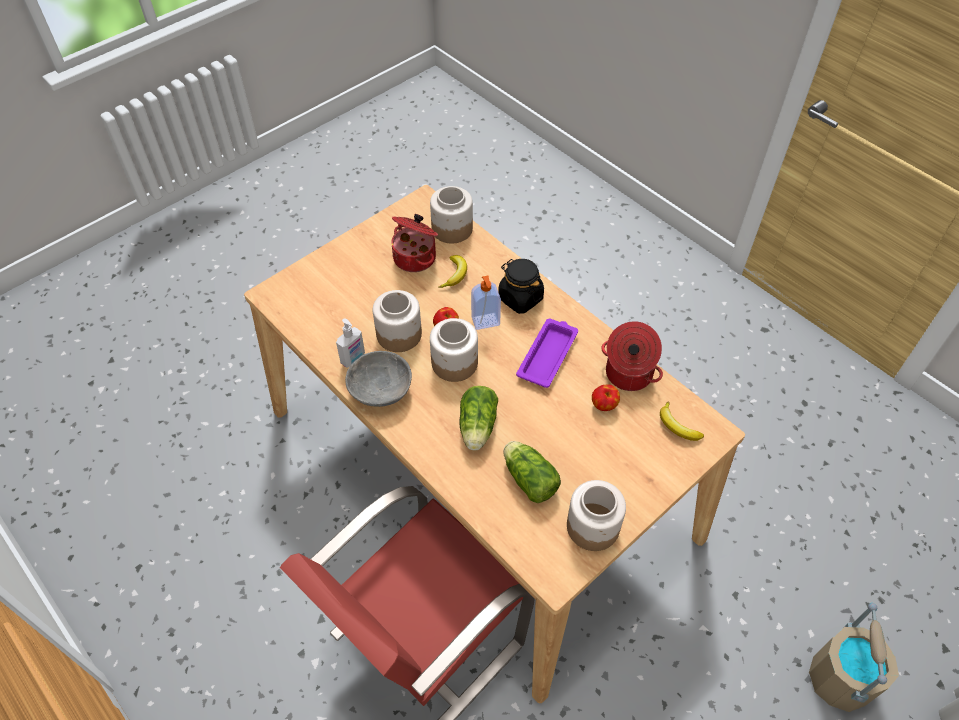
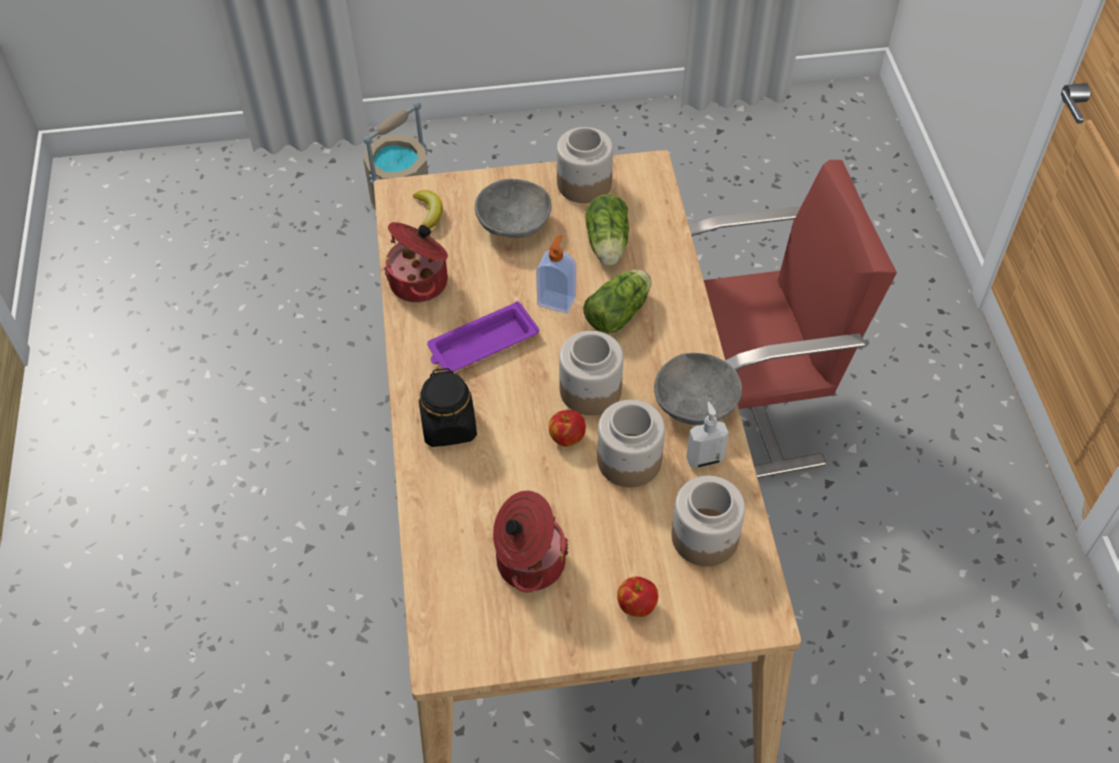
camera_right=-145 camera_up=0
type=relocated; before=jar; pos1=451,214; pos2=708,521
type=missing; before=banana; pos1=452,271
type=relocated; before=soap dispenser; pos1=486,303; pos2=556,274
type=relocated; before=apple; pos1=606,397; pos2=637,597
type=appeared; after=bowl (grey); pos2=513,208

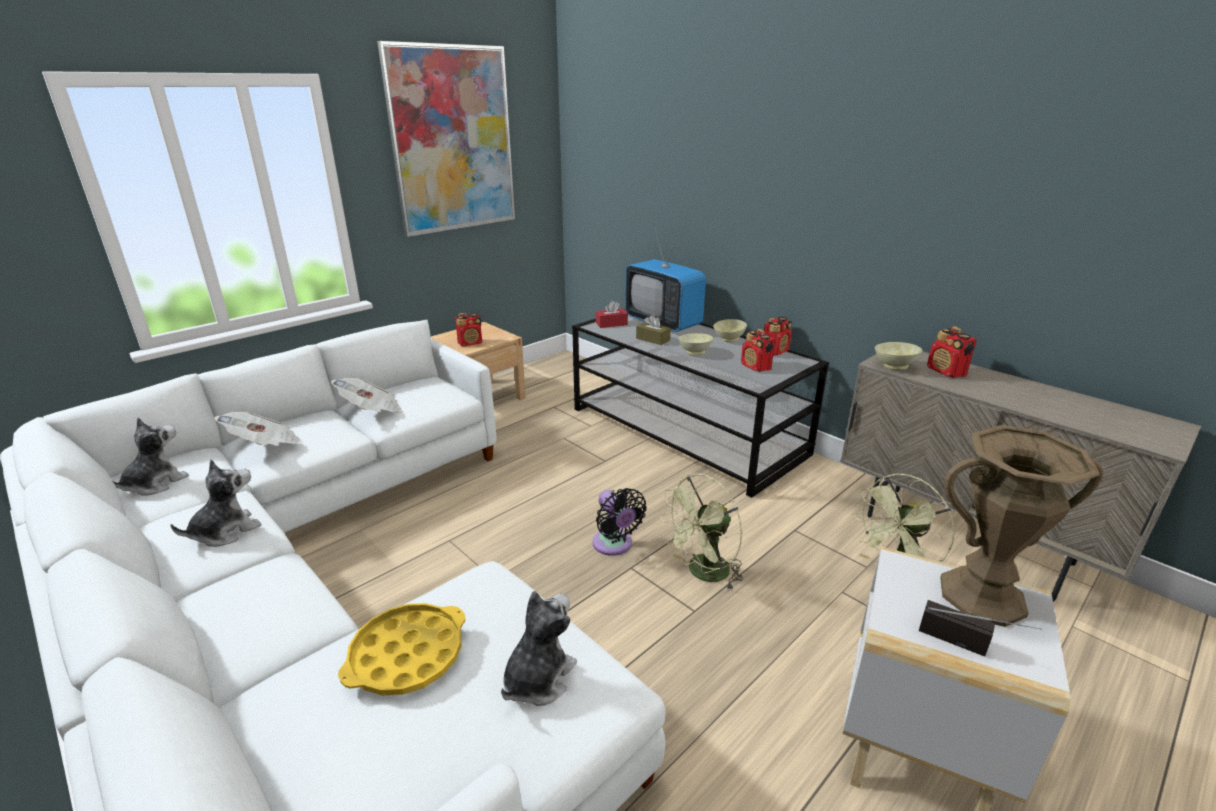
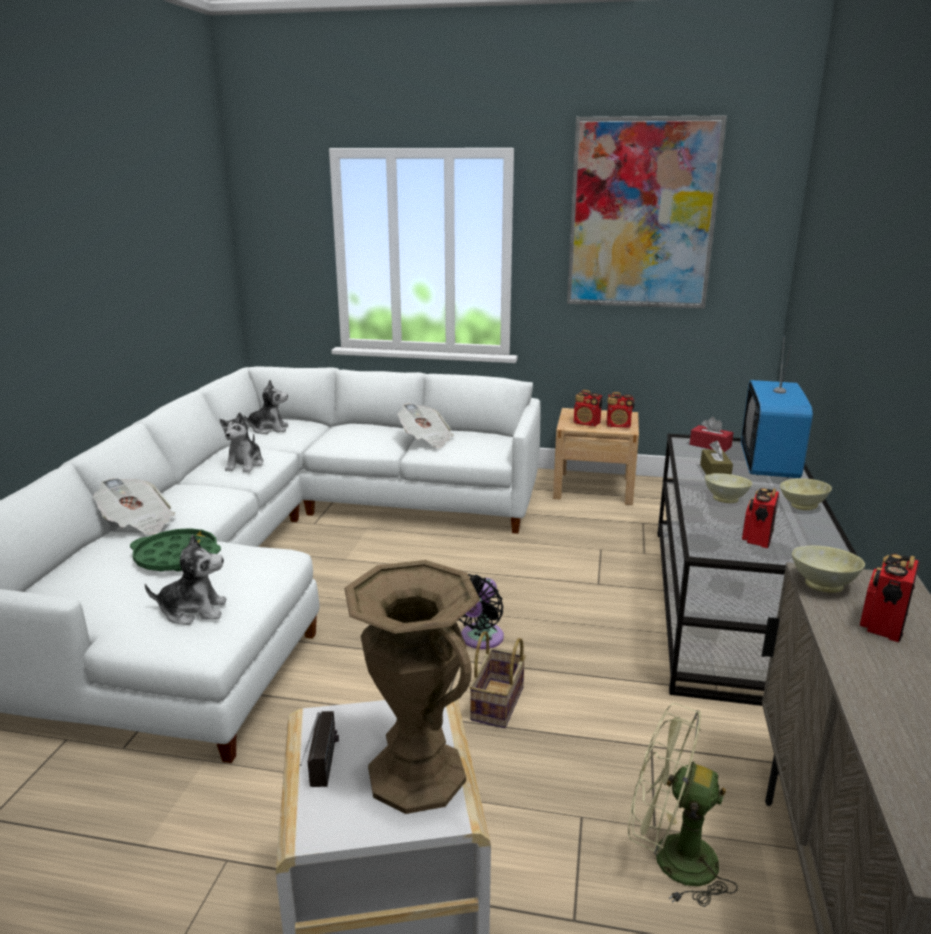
camera_right=55 camera_up=-5
type=spun; before=plush toy; pos1=216,503; pos2=242,442; turn=90
type=relocated; before=newspaper; pos1=258,428; pos2=134,506
type=colour; before=tray (yellow); after=tray (green); pos1=401,649; pos2=175,549
type=exchanged; before=fan (green); after=basket; pos1=701,531; pos2=497,679
type=relocated; before=radio; pos1=778,336; pos2=620,410

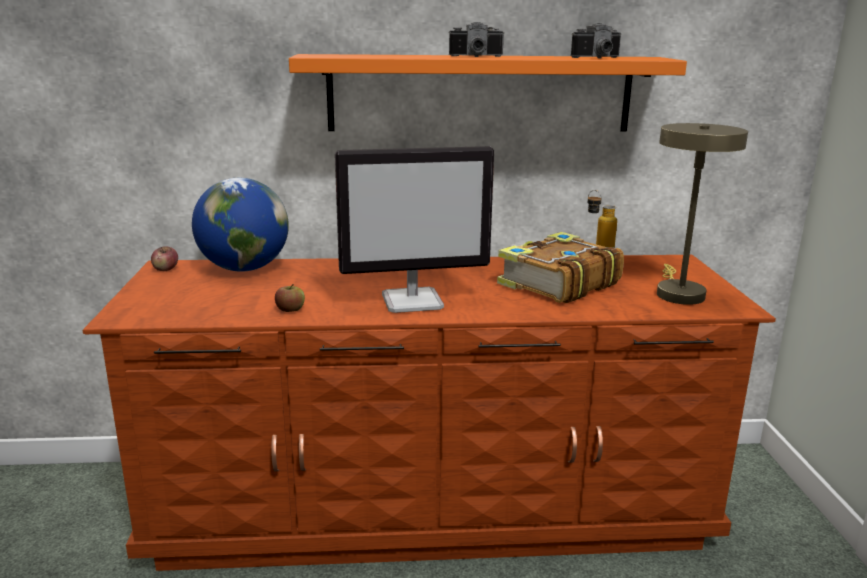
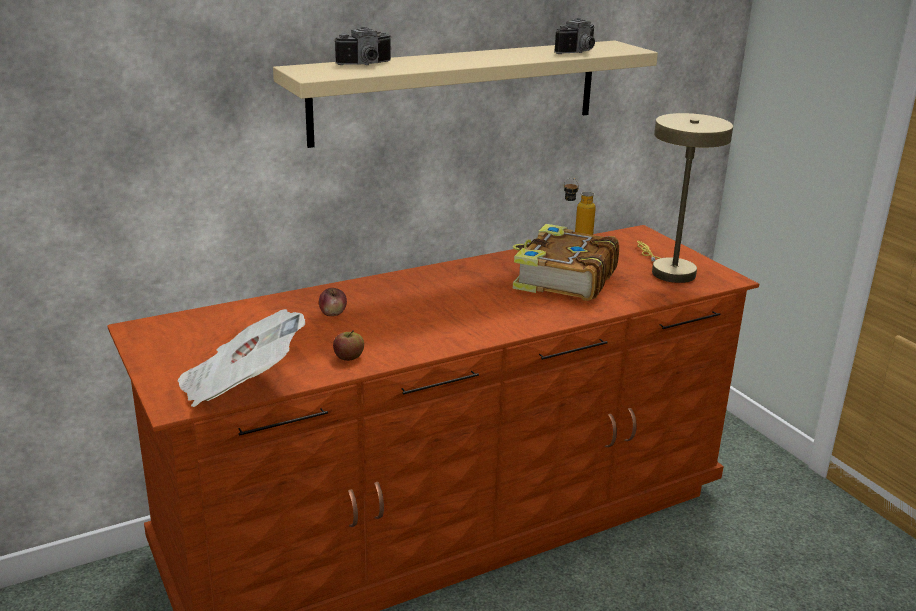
camera_right=-25 camera_up=5
type=relocated; before=apple; pos1=164,258; pos2=333,302
type=missing; before=globe; pos1=240,225
type=colour; before=shelf (orange); after=shelf (beige); pos1=488,92; pos2=465,94
type=missing; before=monitor; pos1=414,229
type=relocated; before=photo camera; pos1=476,39; pos2=362,46
type=appeared; after=newspaper; pos2=241,358

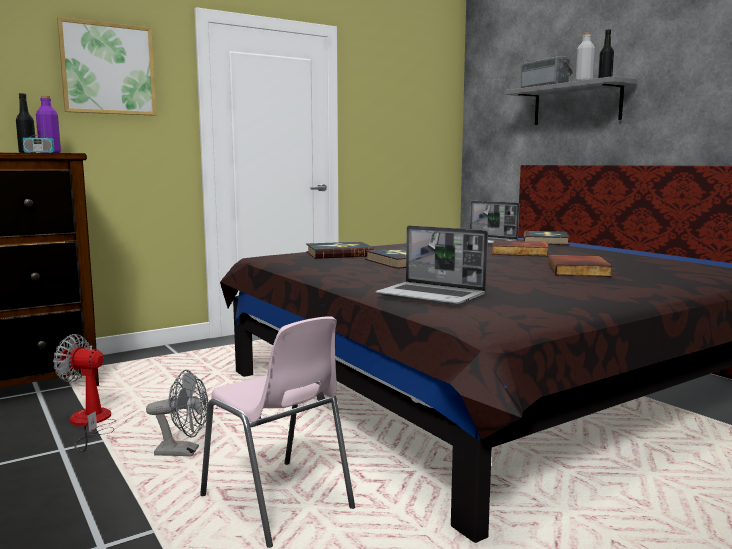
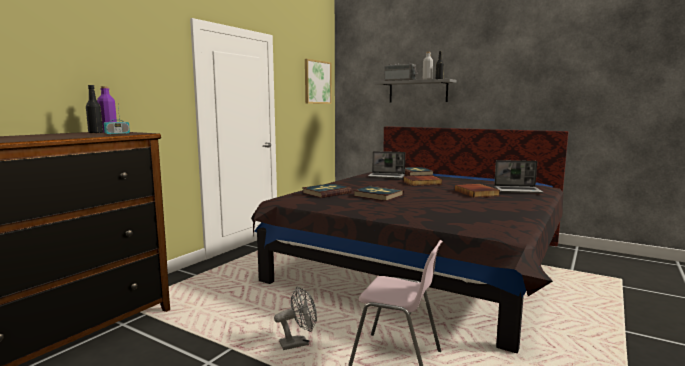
camera_right=-25 camera_up=0
type=missing; before=fan; pos1=84,393
type=relocated; before=picture; pos1=107,66; pos2=318,81
type=relocated; before=laptop; pos1=431,265; pos2=518,176

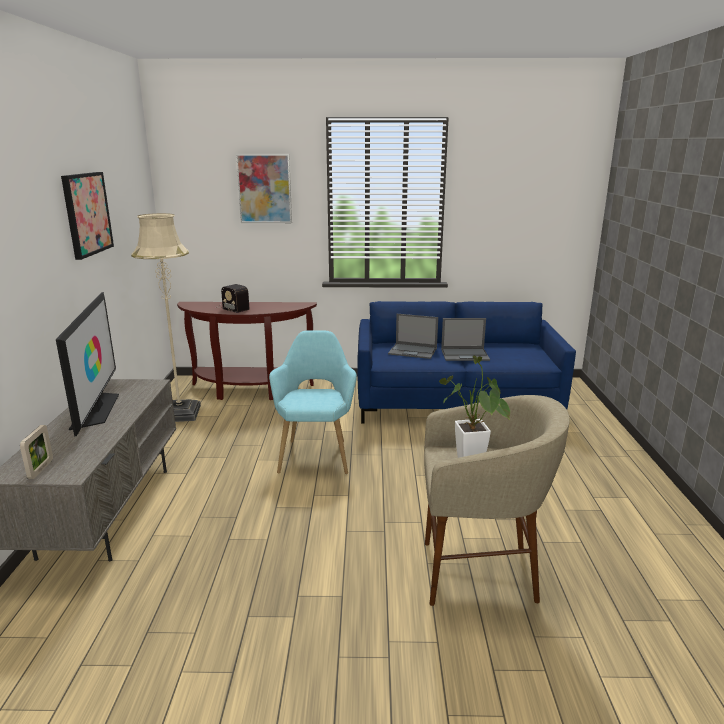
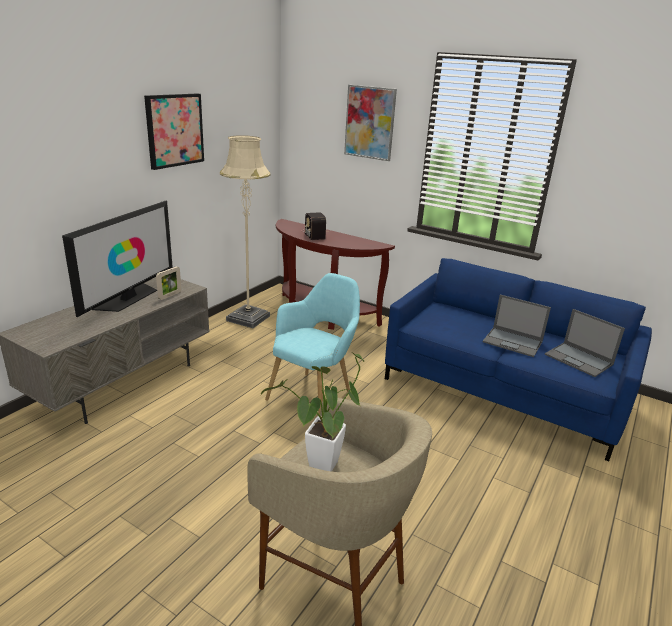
camera_right=30 camera_up=5
type=relocated; before=picture frame; pos1=36,452; pos2=168,283
type=relocated; before=laptop; pos1=413,336; pos2=585,343

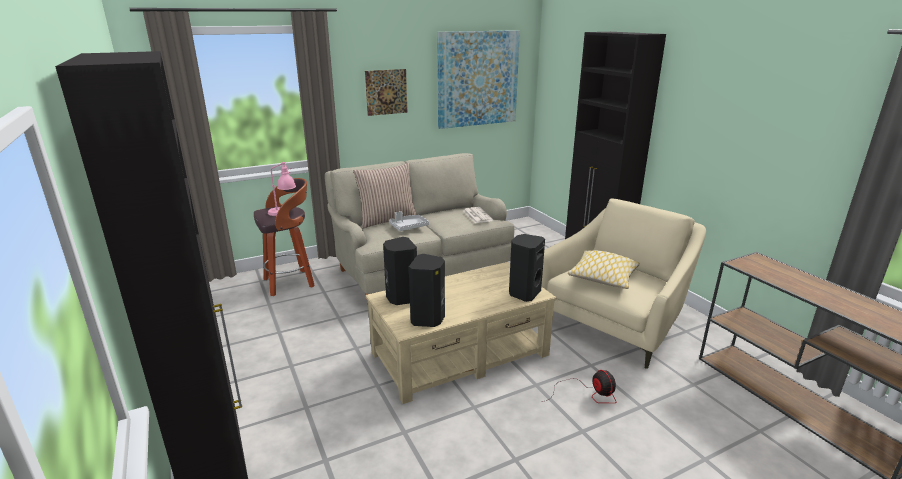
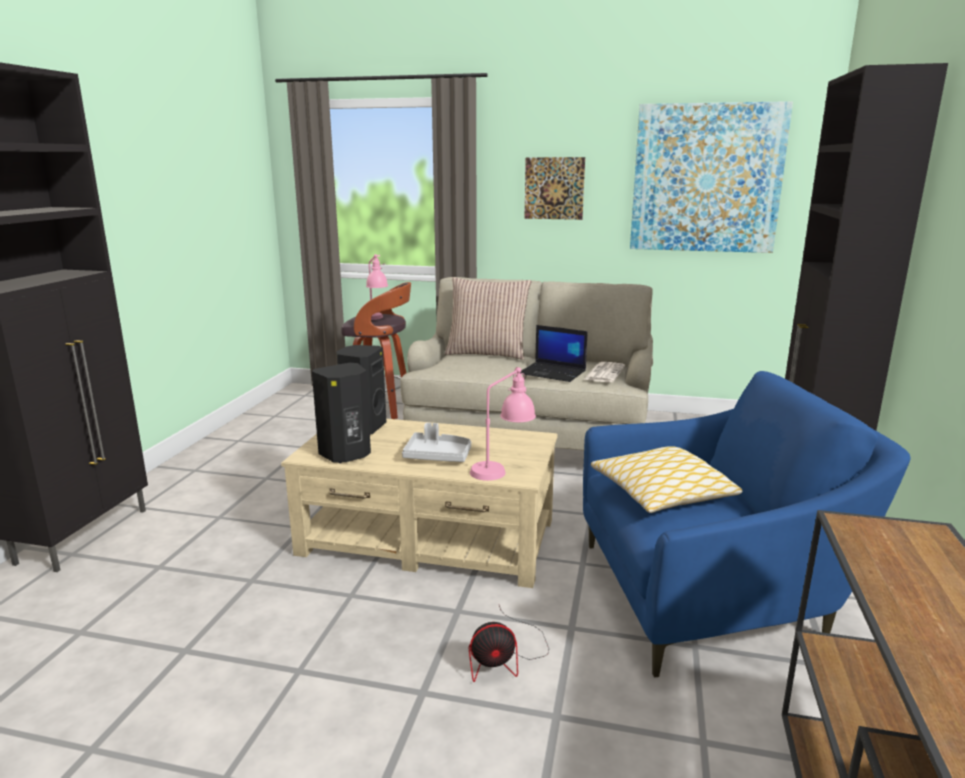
camera_right=40 camera_up=-5
type=relocated; before=tray (grey); pos1=409,221; pos2=436,442
type=exchanged; before=speaker (black); after=table lamp (pink); pos1=527,268; pos2=503,424
type=colour; before=armchair (beige); after=armchair (blue); pos1=623,284; pos2=746,524
type=spun; before=fan; pos1=579,386; pos2=509,643; turn=60
type=appeared; after=laptop; pos2=554,353

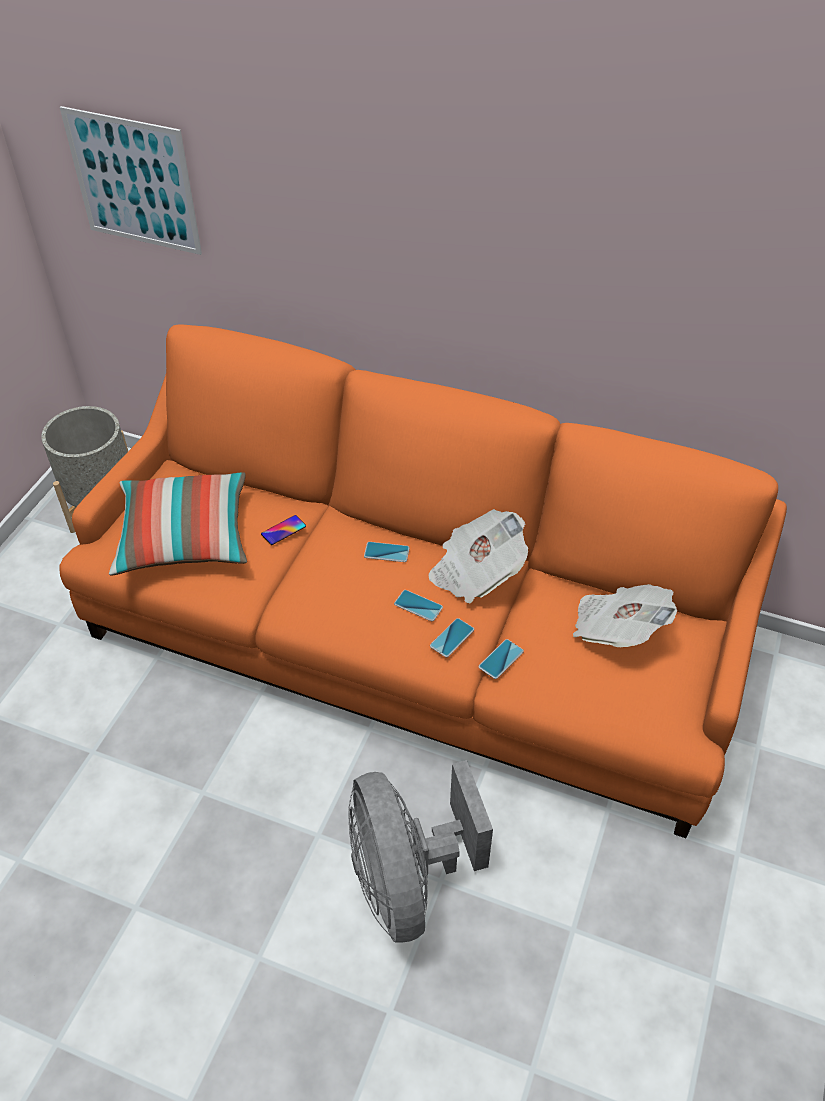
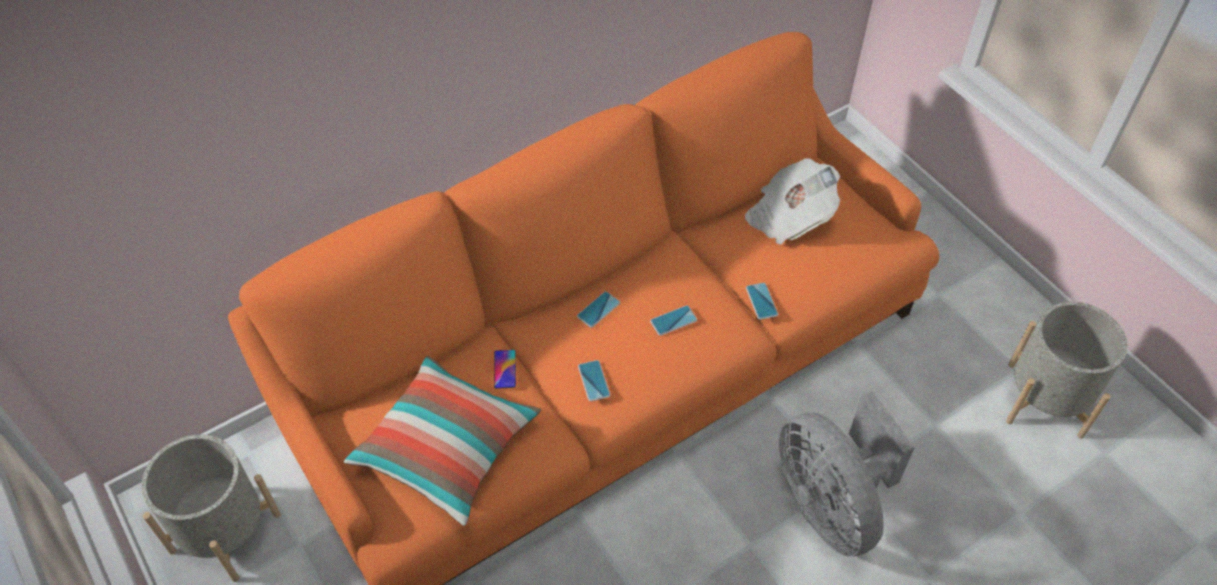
camera_right=-55 camera_up=5
type=missing; before=picture; pos1=131,180
type=spun; before=fan (grey); pos1=420,851; pos2=847,474; turn=45
type=missing; before=newspaper; pos1=478,556
type=relocated; before=phone; pos1=452,637; pos2=594,381
type=appeared; after=planter (grey); pos2=1066,370

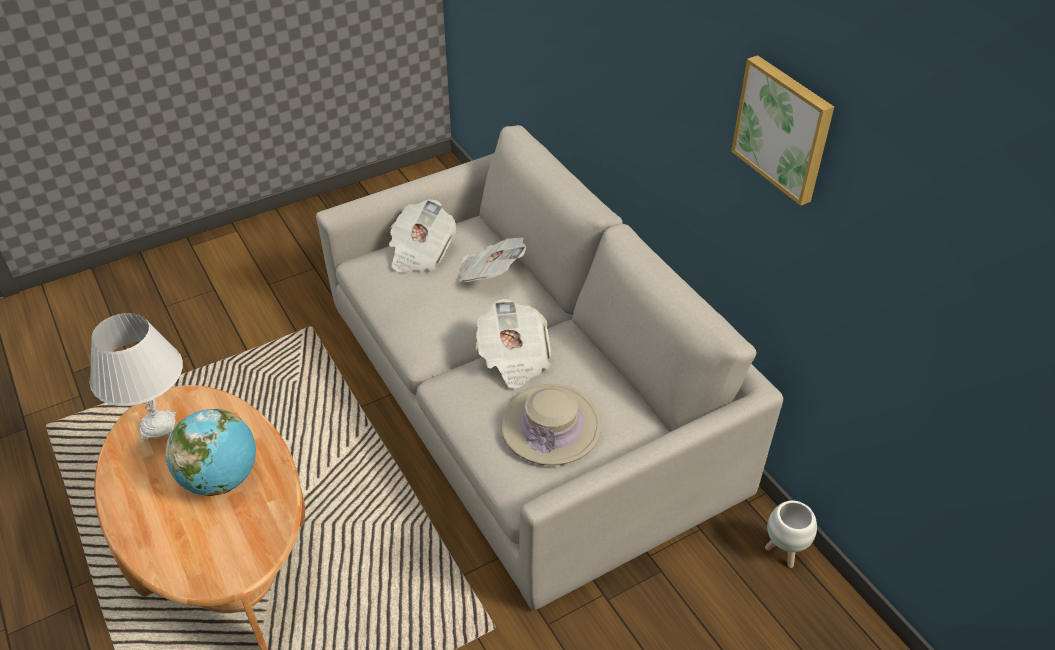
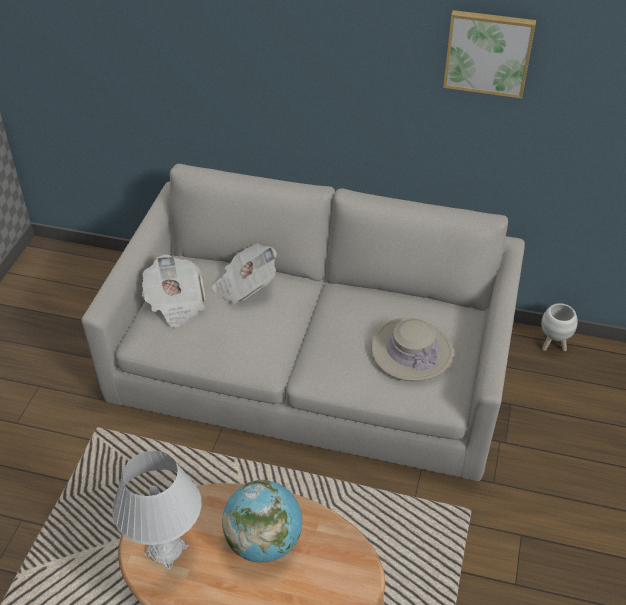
camera_right=-45 camera_up=0
type=missing; before=newspaper; pos1=513,344

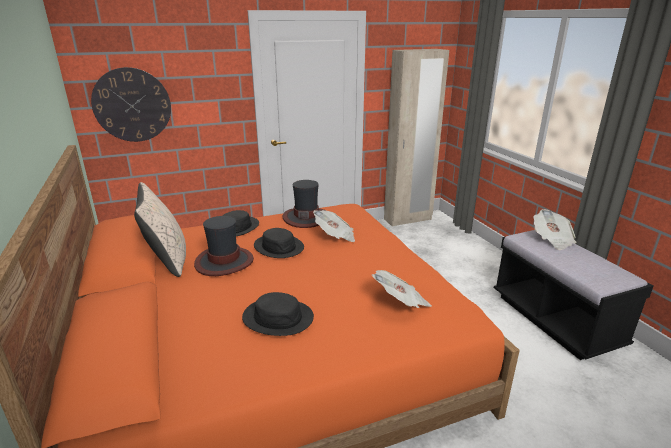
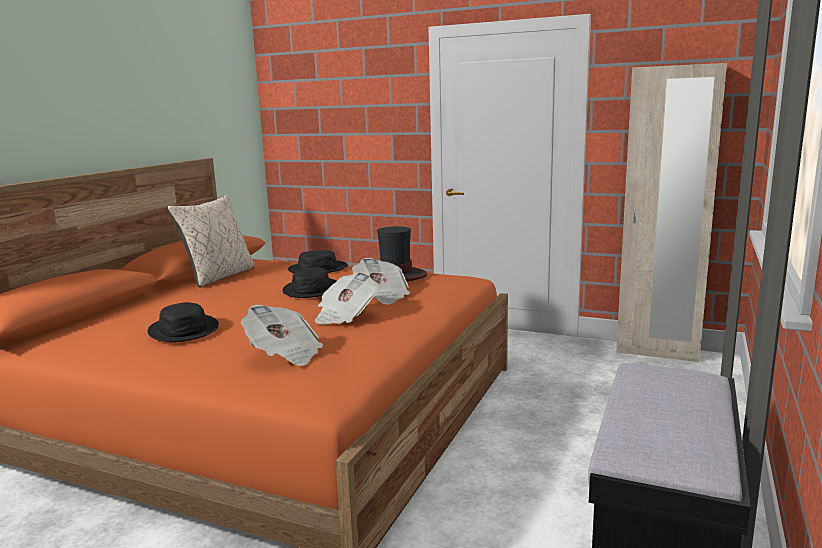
camera_right=45 camera_up=-10
type=missing; before=wall clock; pos1=131,104
type=missing; before=hat; pos1=224,246
type=relocated; before=newspaper; pos1=555,229; pos2=347,298

